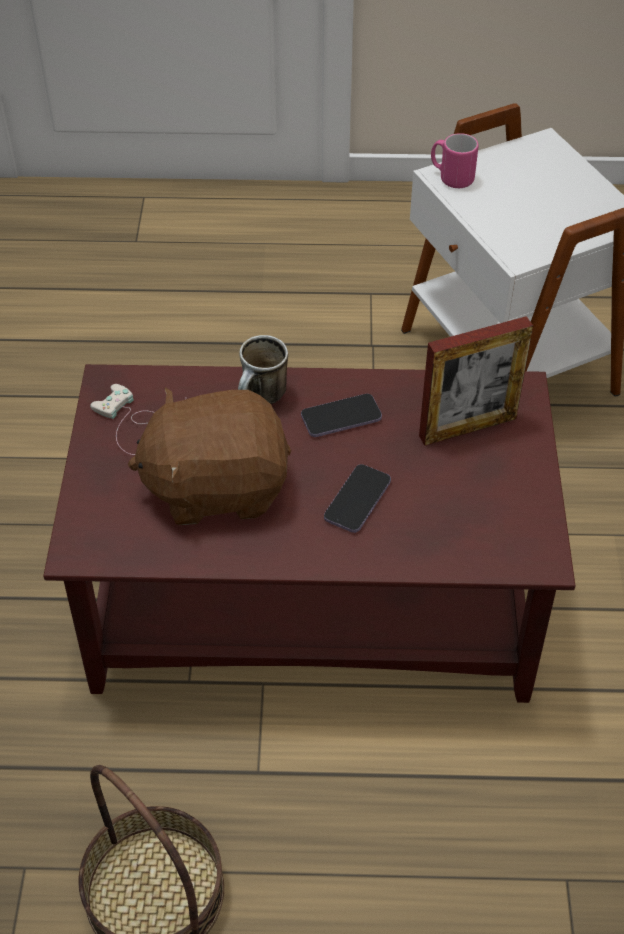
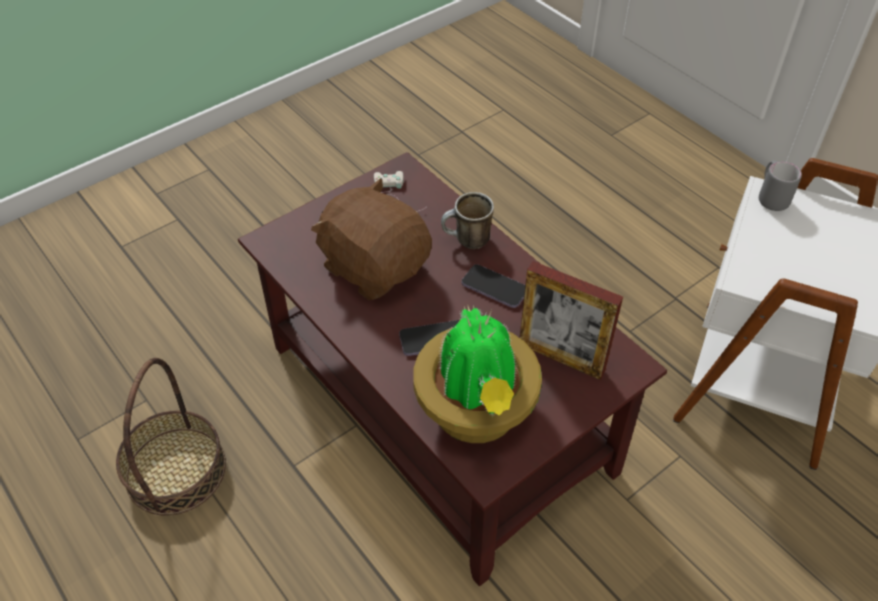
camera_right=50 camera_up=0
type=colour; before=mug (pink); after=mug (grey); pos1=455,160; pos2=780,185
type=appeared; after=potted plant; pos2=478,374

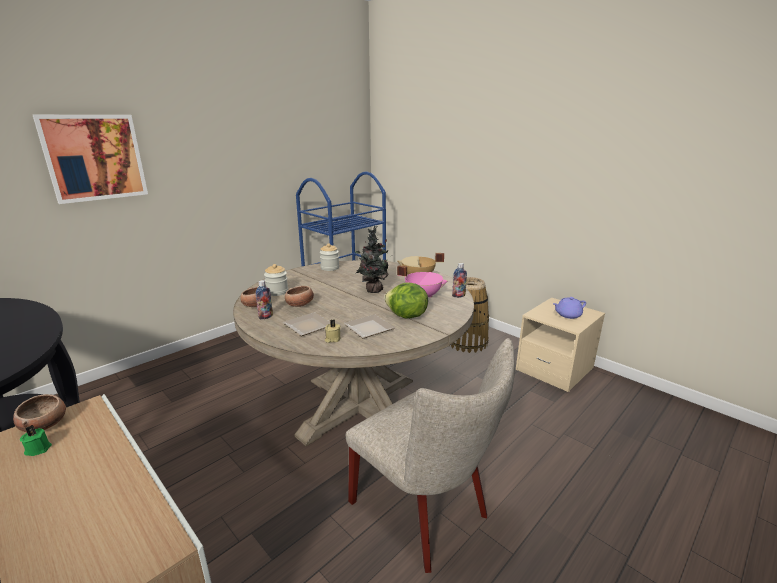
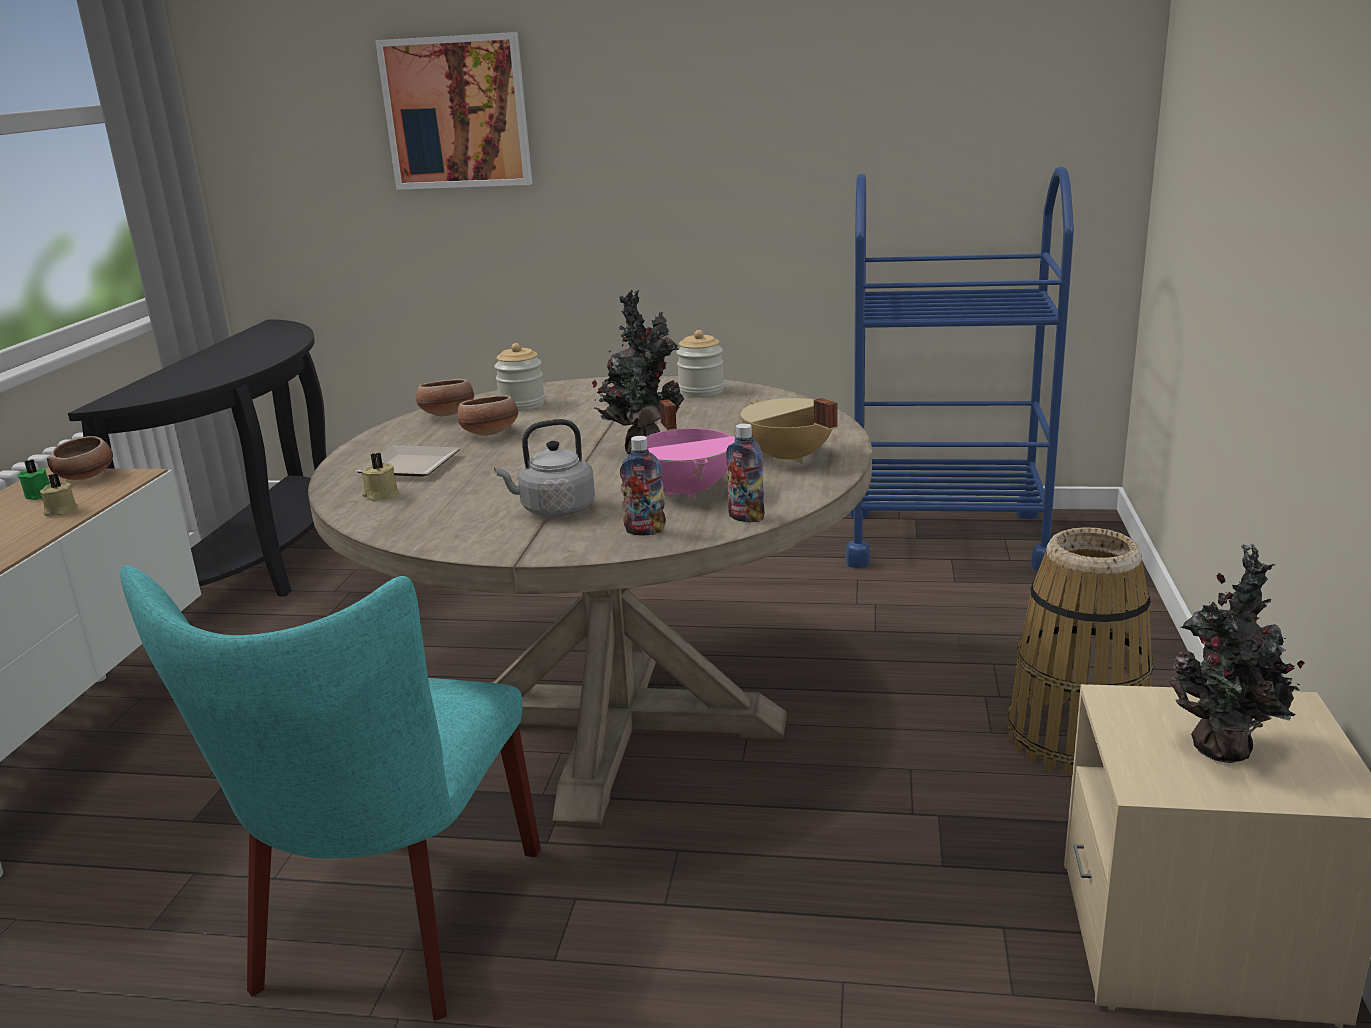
camera_right=55 camera_up=0
type=relocated; before=bottle; pos1=264,300; pos2=643,485
type=missing; before=plate; pos1=369,326
type=colour; before=chair (beige); after=chair (turquoise); pos1=430,455; pos2=330,793
type=exchanged; before=lettuce; after=kettle (grey); pos1=406,300; pos2=544,468
type=exchanged; before=teapot (purple); after=potted plant; pos1=569,308; pos2=1236,653
type=appeared; after=candle (beige); pos2=59,495

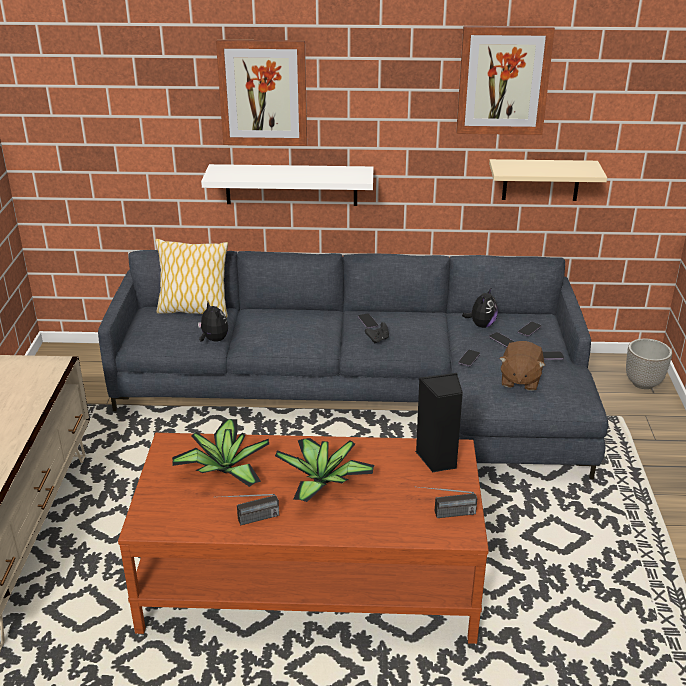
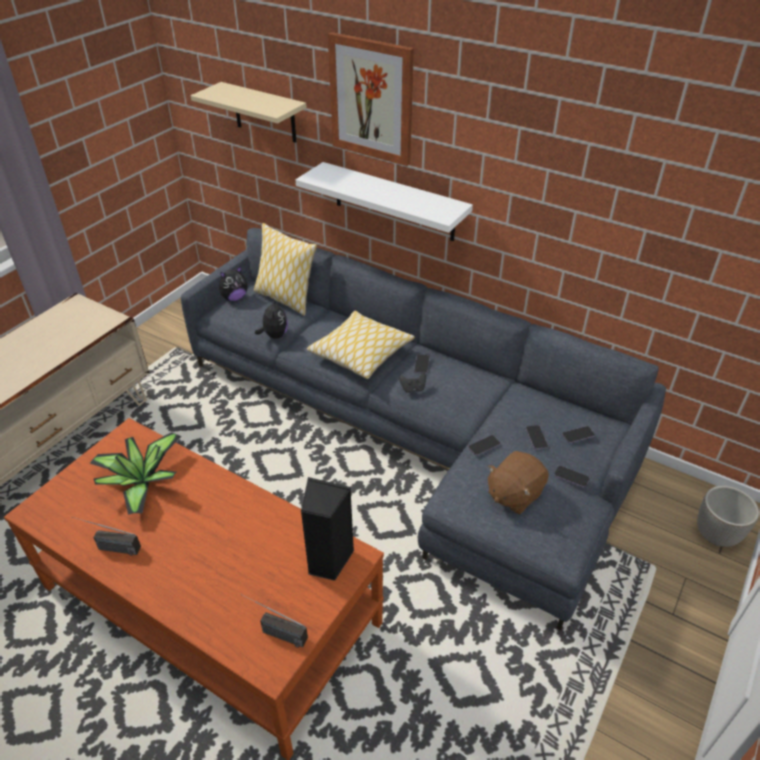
camera_right=30 camera_up=10
type=missing; before=potted plant; pos1=325,470
type=missing; before=picture; pos1=505,80
type=relocated; before=plush toy; pos1=480,307; pos2=233,283
type=relocated; before=shelf (beige); pos1=548,180; pos2=249,112
type=appeared; after=pillow; pos2=361,345

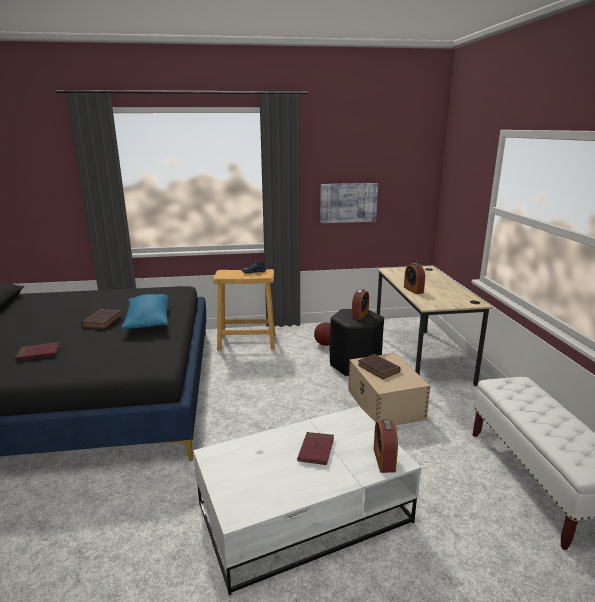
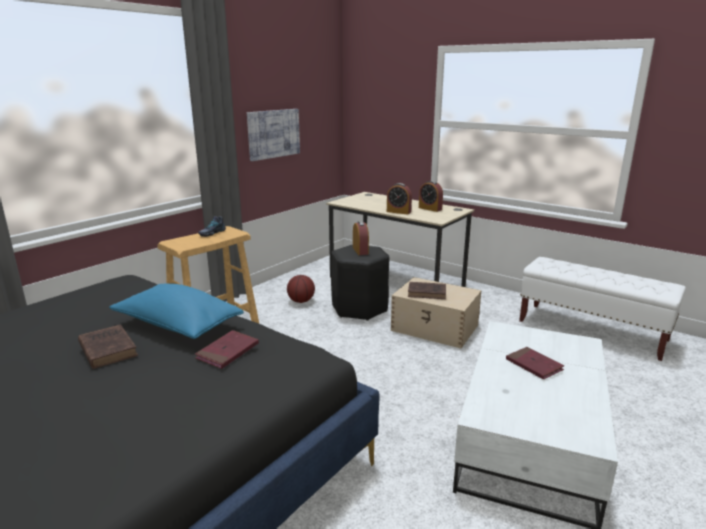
camera_right=-45 camera_up=0
type=relocated; before=book (red); pos1=37,351; pos2=227,349
type=relocated; before=alarm clock; pos1=386,446; pos2=431,196

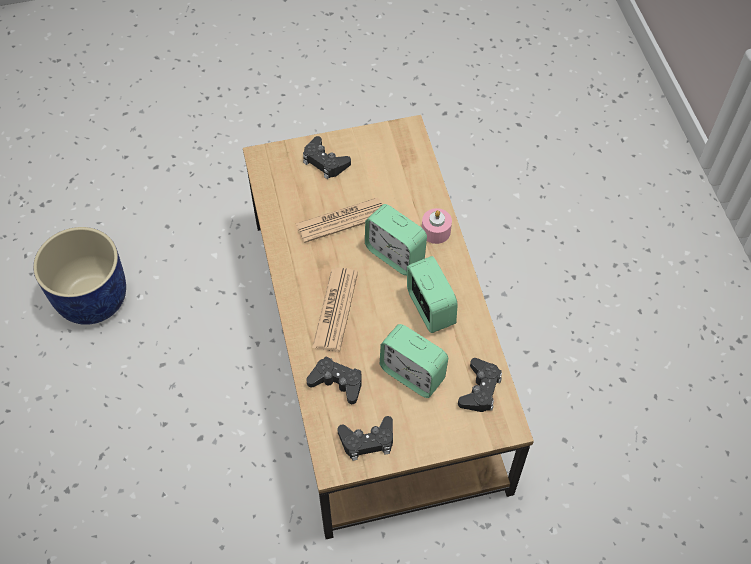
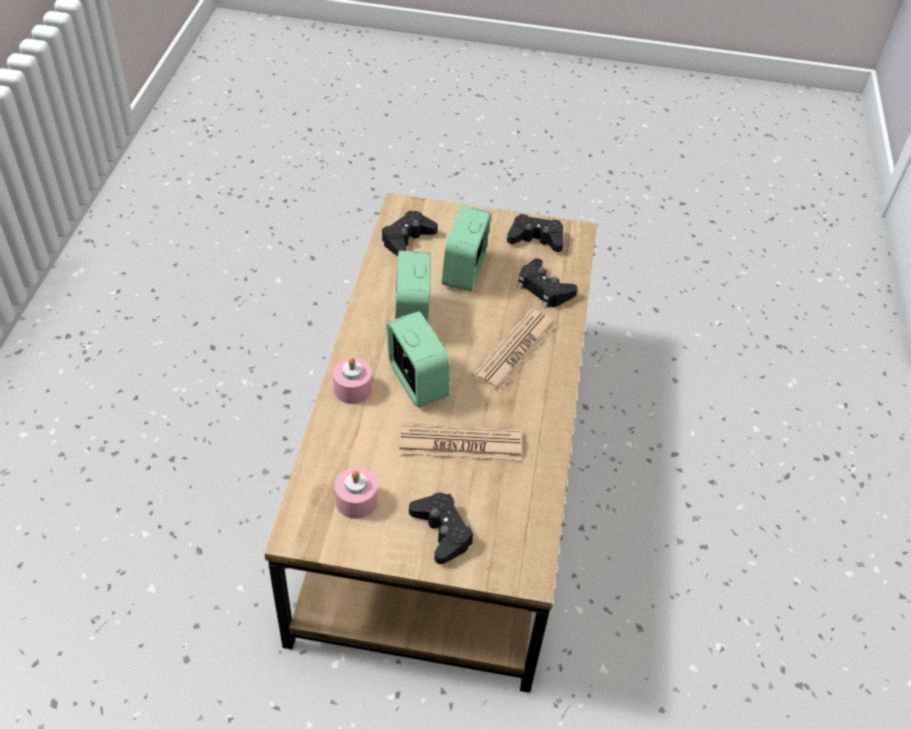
camera_right=-160 camera_up=-10
type=missing; before=planter (blue); pos1=79,276
type=spun; before=alarm clock; pos1=414,361; pos2=466,248; turn=-135
type=appeared; after=candle (pink); pos2=356,493

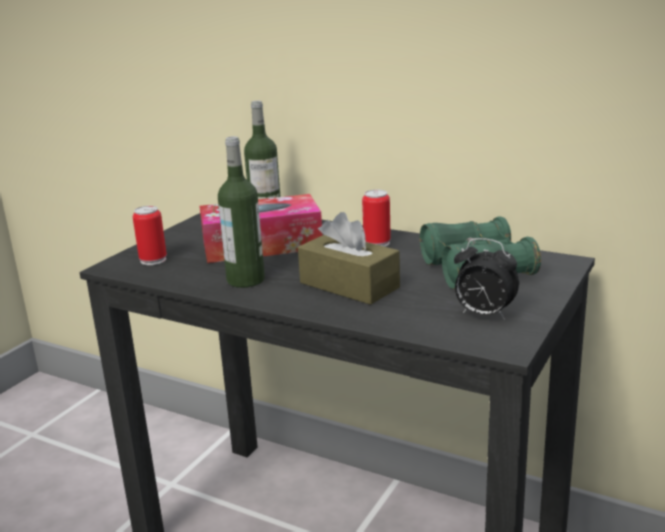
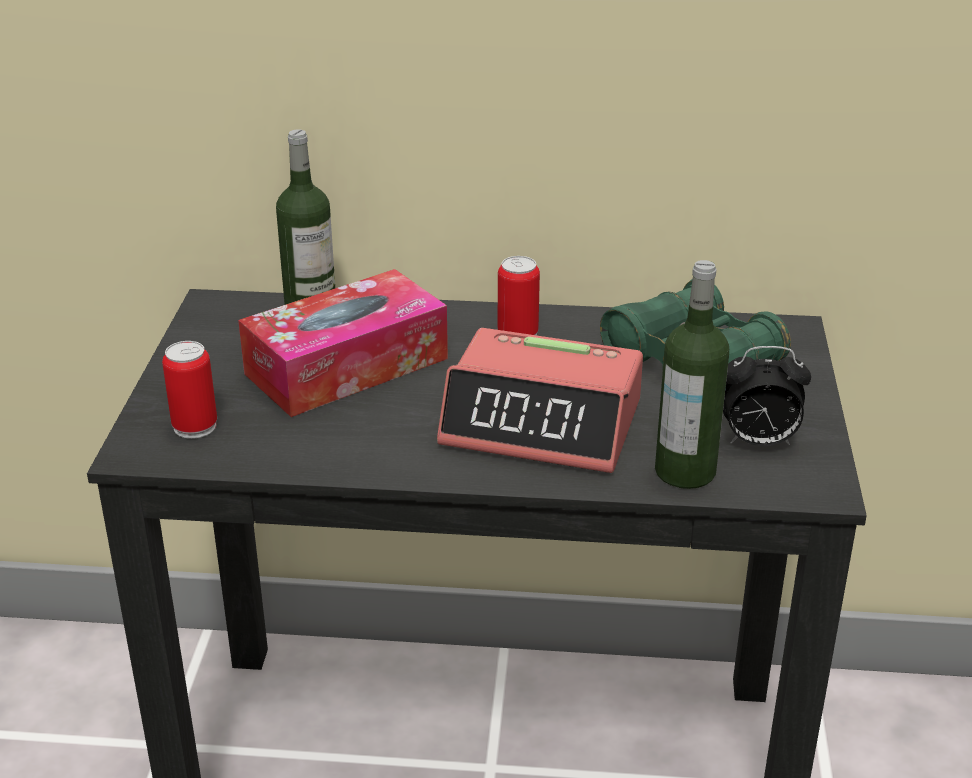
camera_right=-25 camera_up=10
type=relocated; before=bottle; pos1=241,212; pos2=692,374
type=exchanged; before=tissue box (brown); after=alarm clock; pos1=349,258; pos2=540,400

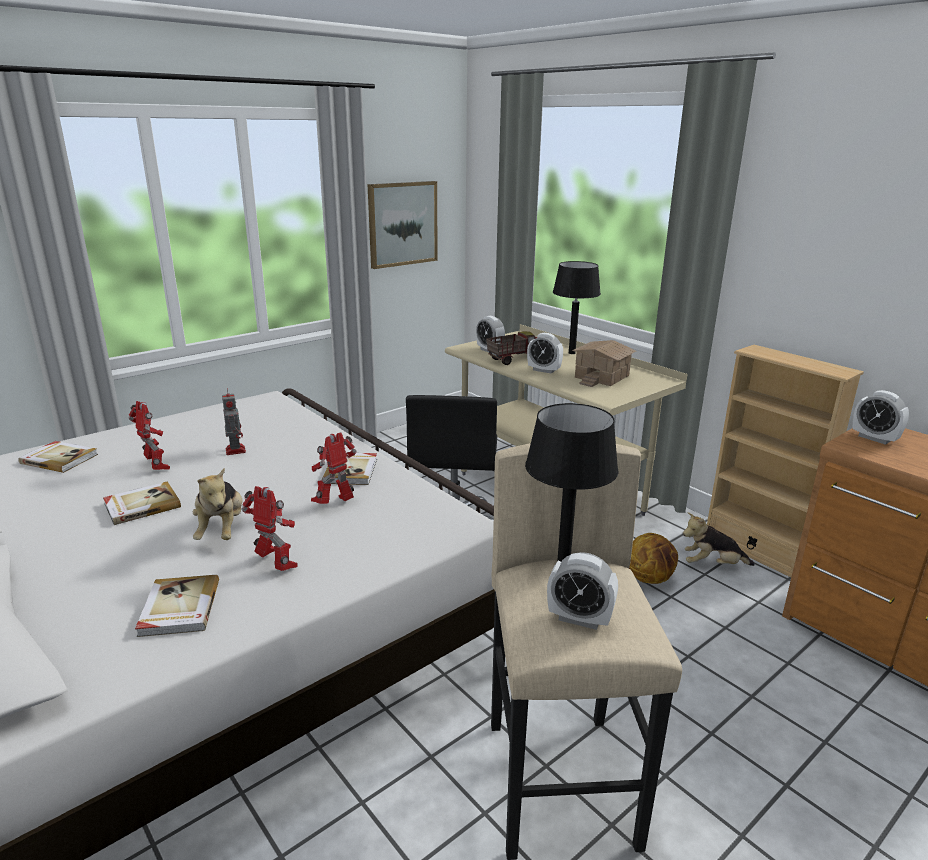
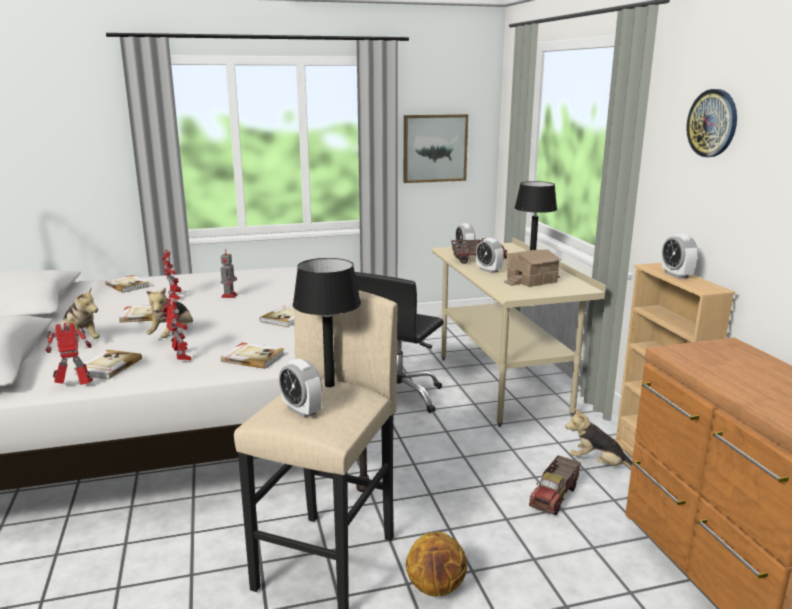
camera_right=25 camera_up=-5
type=relocated; before=toy robot; pos1=333,468; pos2=69,354
type=relocated; before=basketball; pos1=653,558; pos2=436,564
type=relocated; before=alarm clock; pos1=880,417; pos2=680,256
type=appeared; after=plush toy; pos2=80,315
type=appeared; after=book; pos2=252,355
type=appeared; after=toy truck; pos2=555,485
type=appeared; after=wall clock; pos2=711,123

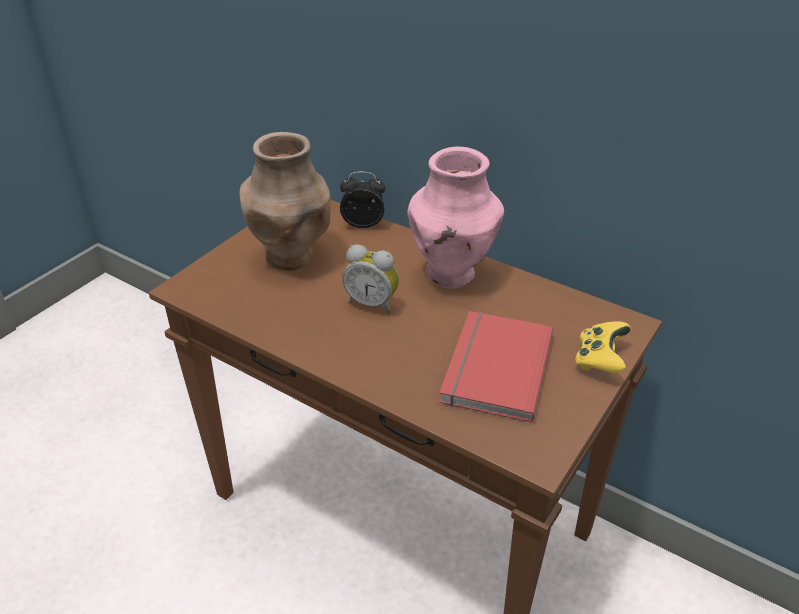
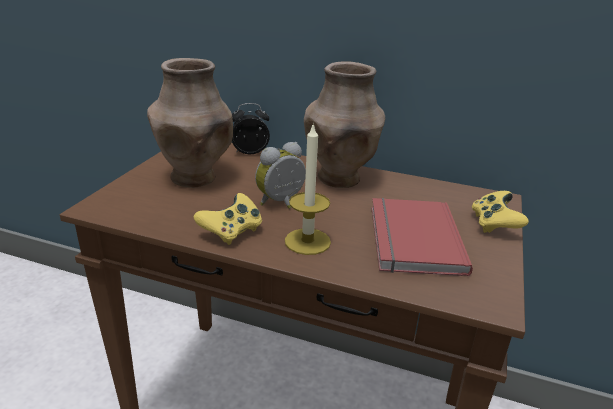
camera_right=-15 camera_up=-10
type=spun; before=alarm clock; pos1=370,279; pos2=280,175; turn=135
type=colour; before=vase (pink); after=vase (brown); pos1=456,217; pos2=344,124
type=appeared; after=game controller (yellow); pos2=228,219
type=appeared; after=candle; pos2=308,188

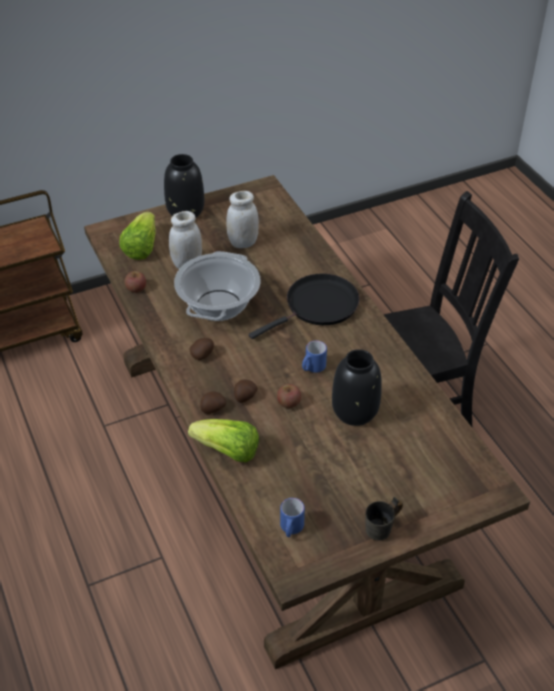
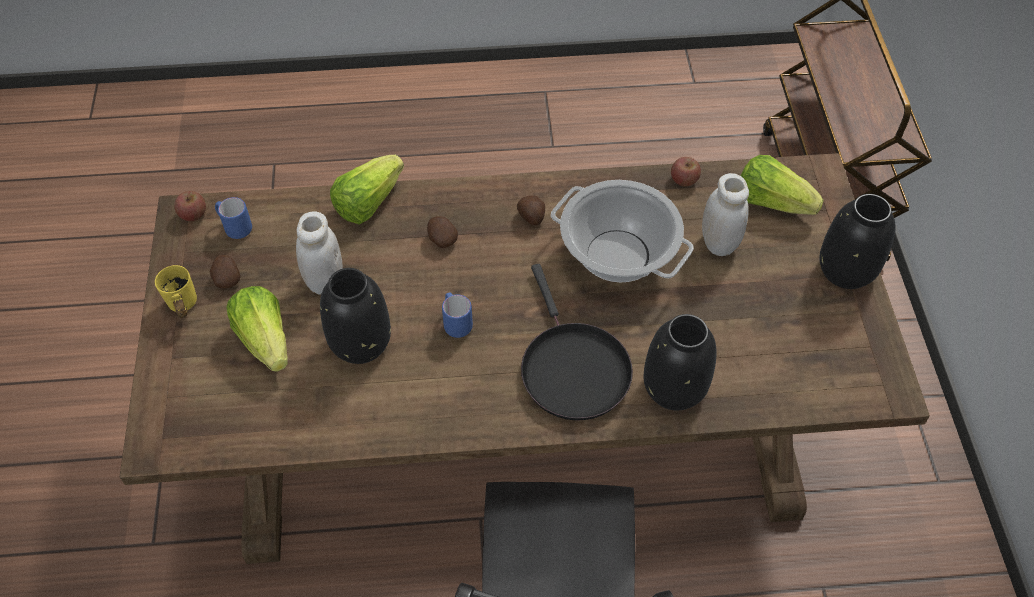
camera_right=110 camera_up=10
type=relocated; before=potato; pos1=213,402; pos2=225,272
type=relocated; before=jar (white); pos1=242,219; pos2=319,253
type=relocated; before=apple; pos1=289,396; pos2=190,206
type=colour; before=mug (grey); after=mug (yellow); pos1=384,519; pos2=176,291
type=appeared; after=lettuce; pos2=257,329
type=appeared; after=vase (black); pos2=679,362

